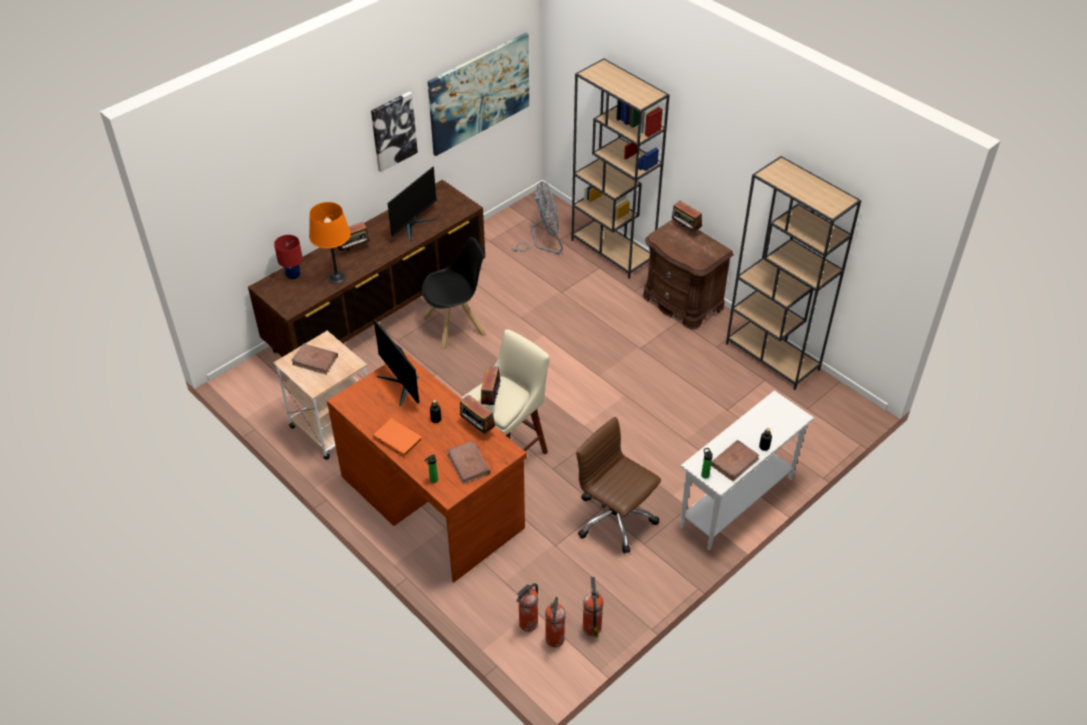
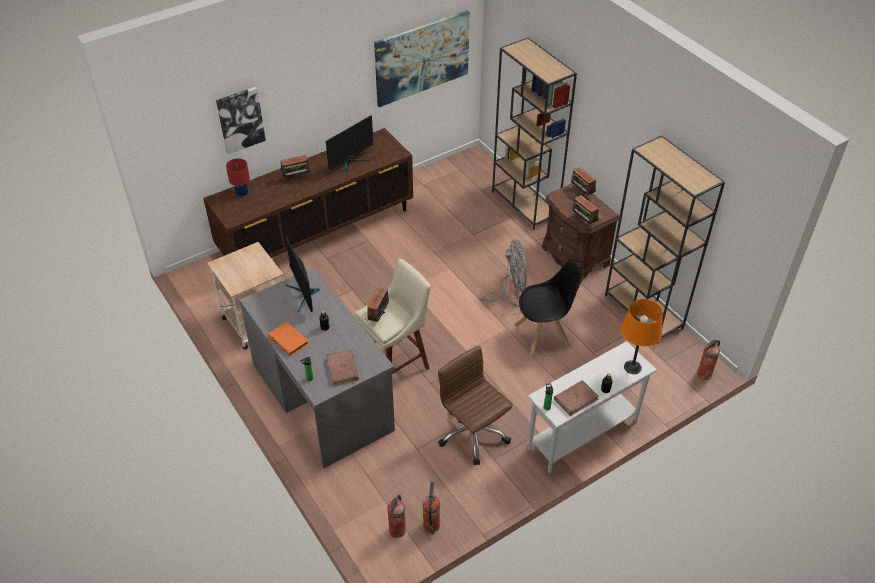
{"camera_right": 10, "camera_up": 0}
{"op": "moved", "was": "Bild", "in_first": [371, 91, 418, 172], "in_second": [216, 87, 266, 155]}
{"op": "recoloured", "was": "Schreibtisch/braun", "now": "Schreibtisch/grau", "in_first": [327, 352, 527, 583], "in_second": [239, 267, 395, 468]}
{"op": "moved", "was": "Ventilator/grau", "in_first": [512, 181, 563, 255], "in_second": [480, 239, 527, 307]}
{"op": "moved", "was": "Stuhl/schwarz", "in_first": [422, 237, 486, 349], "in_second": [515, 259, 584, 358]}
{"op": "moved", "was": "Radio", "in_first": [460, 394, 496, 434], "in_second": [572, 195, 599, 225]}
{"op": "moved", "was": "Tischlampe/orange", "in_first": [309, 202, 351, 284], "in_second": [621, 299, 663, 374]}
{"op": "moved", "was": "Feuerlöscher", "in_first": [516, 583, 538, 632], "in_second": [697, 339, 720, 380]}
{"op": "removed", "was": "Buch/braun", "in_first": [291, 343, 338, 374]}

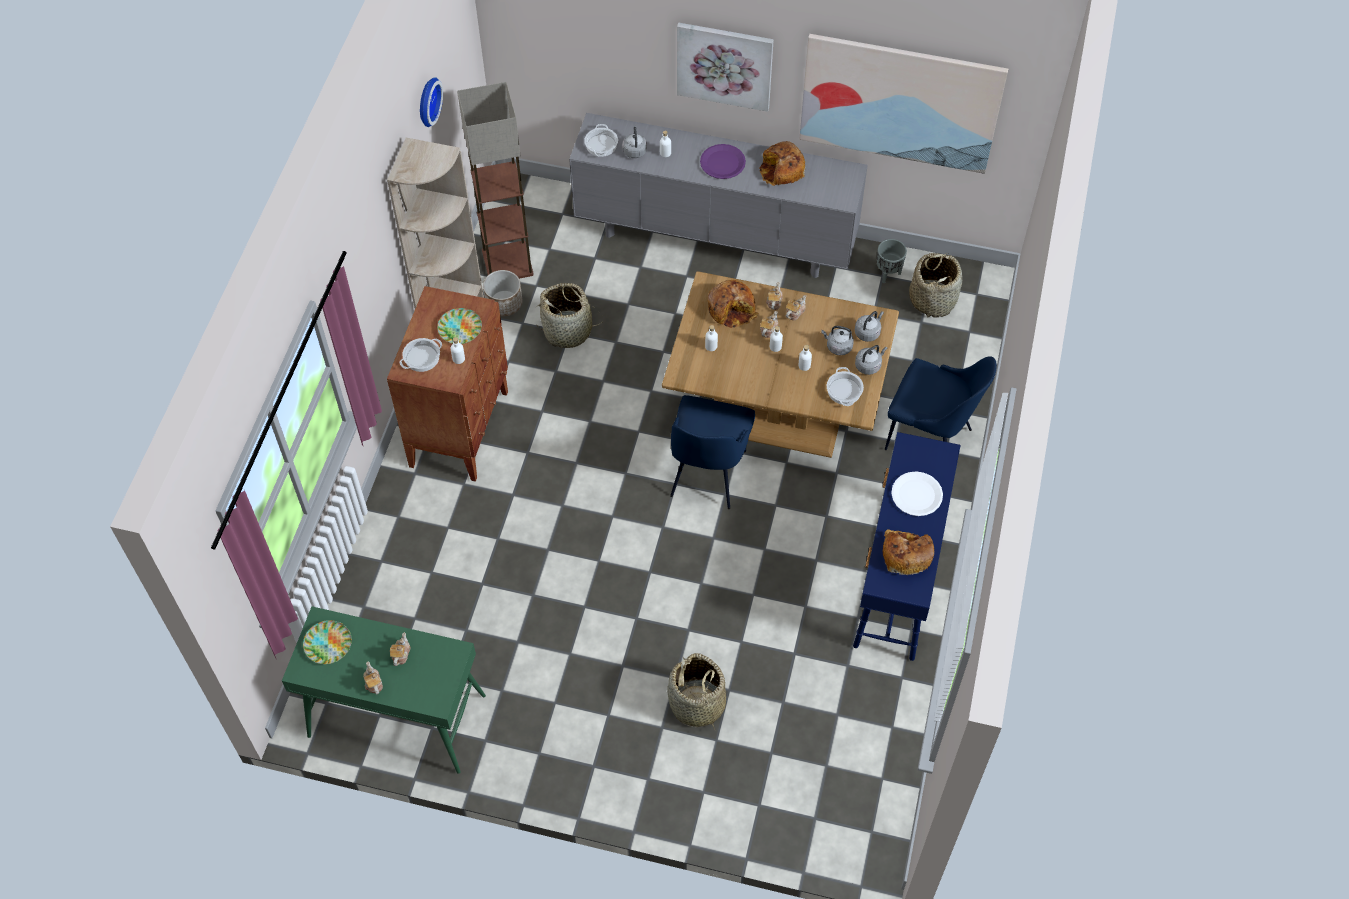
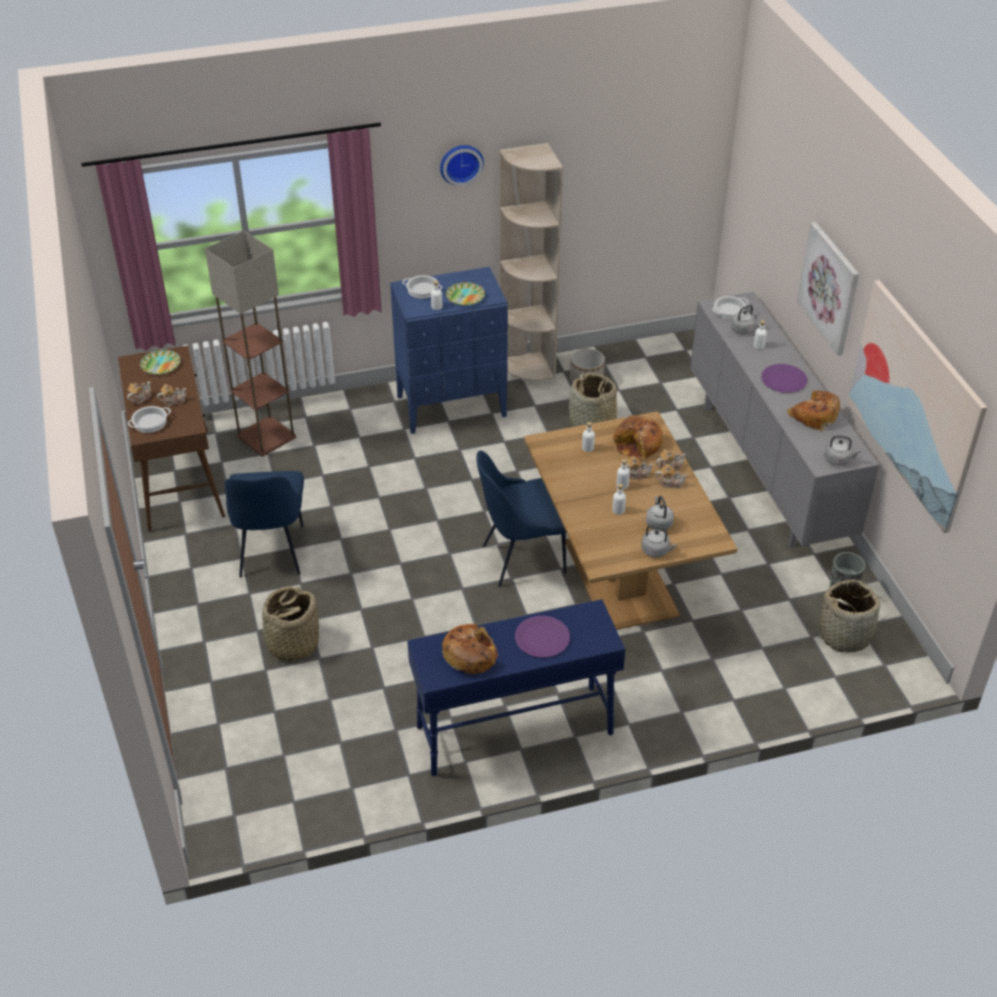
{"camera_right": 60, "camera_up": -15}
{"op": "recoloured", "was": "Konsolentisch/grün", "now": "Konsolentisch/braun", "in_first": [282, 606, 486, 774], "in_second": [118, 346, 225, 532]}
{"op": "moved", "was": "Kochtopf", "in_first": [827, 367, 864, 406], "in_second": [128, 406, 171, 433]}
{"op": "moved", "was": "Stehlampe", "in_first": [457, 82, 534, 279], "in_second": [205, 231, 296, 456]}
{"op": "moved", "was": "Stuhl/blau", "in_first": [885, 357, 997, 450], "in_second": [225, 471, 304, 578]}
{"op": "recoloured", "was": "Kommode/braun", "now": "Kommode/blau", "in_first": [387, 286, 508, 482], "in_second": [390, 267, 508, 434]}
{"op": "moved", "was": "Wanduhr", "in_first": [420, 77, 443, 127], "in_second": [440, 145, 484, 186]}
{"op": "recoloured", "was": "Teller/weiß", "now": "Teller/lila", "in_first": [891, 471, 943, 516], "in_second": [515, 616, 570, 658]}
{"op": "moved", "was": "Wasserkessel/grau", "in_first": [855, 311, 884, 342], "in_second": [824, 435, 861, 466]}

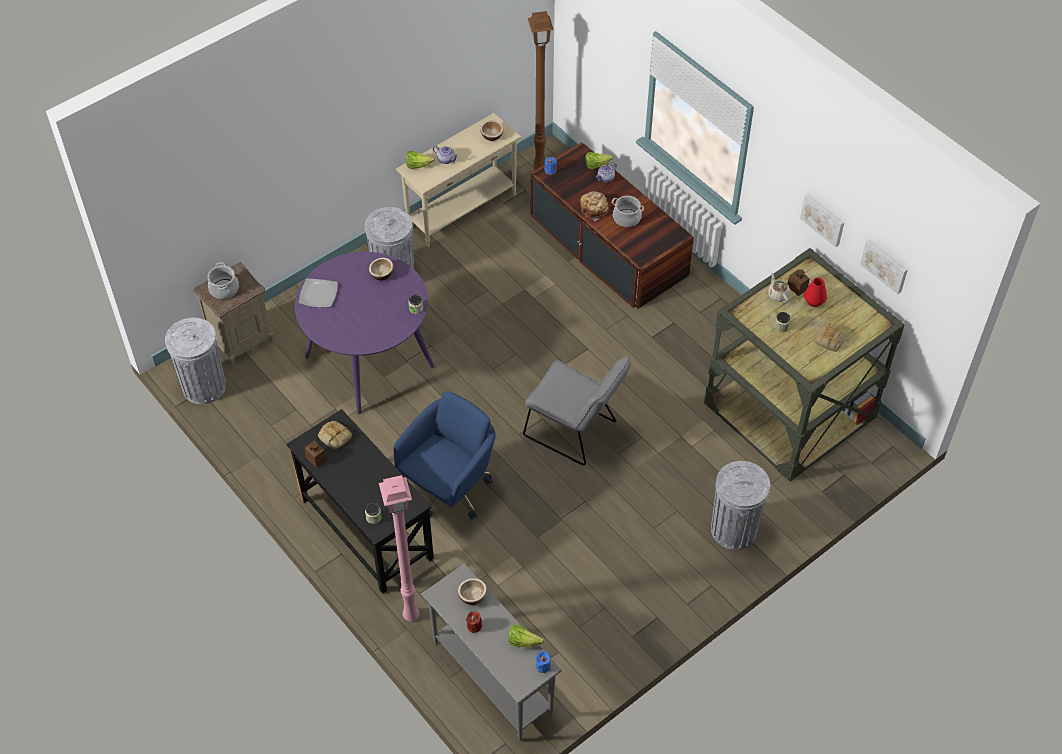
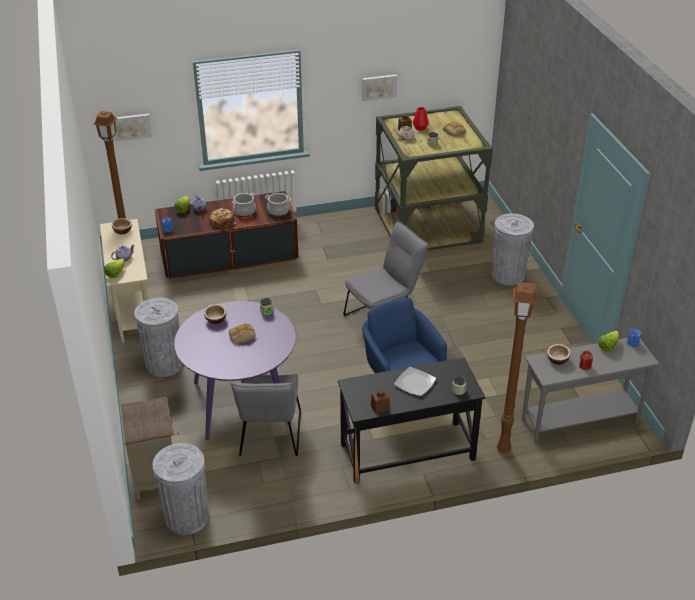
{"camera_right": -65, "camera_up": -15}
{"op": "moved", "was": "Bild", "in_first": [860, 239, 908, 294], "in_second": [114, 114, 152, 142]}
{"op": "moved", "was": "Brot", "in_first": [318, 421, 352, 449], "in_second": [229, 323, 256, 344]}
{"op": "added", "now": "Stuhl/grau", "in_second": [231, 374, 301, 456]}
{"op": "moved", "was": "Kochtopf", "in_first": [207, 262, 239, 299], "in_second": [265, 193, 291, 216]}
{"op": "moved", "was": "Teller", "in_first": [299, 278, 338, 308], "in_second": [394, 367, 436, 396]}
{"op": "recoloured", "was": "Stehlampe/rosa", "now": "Stehlampe/braun", "in_first": [379, 475, 419, 621], "in_second": [497, 282, 537, 454]}

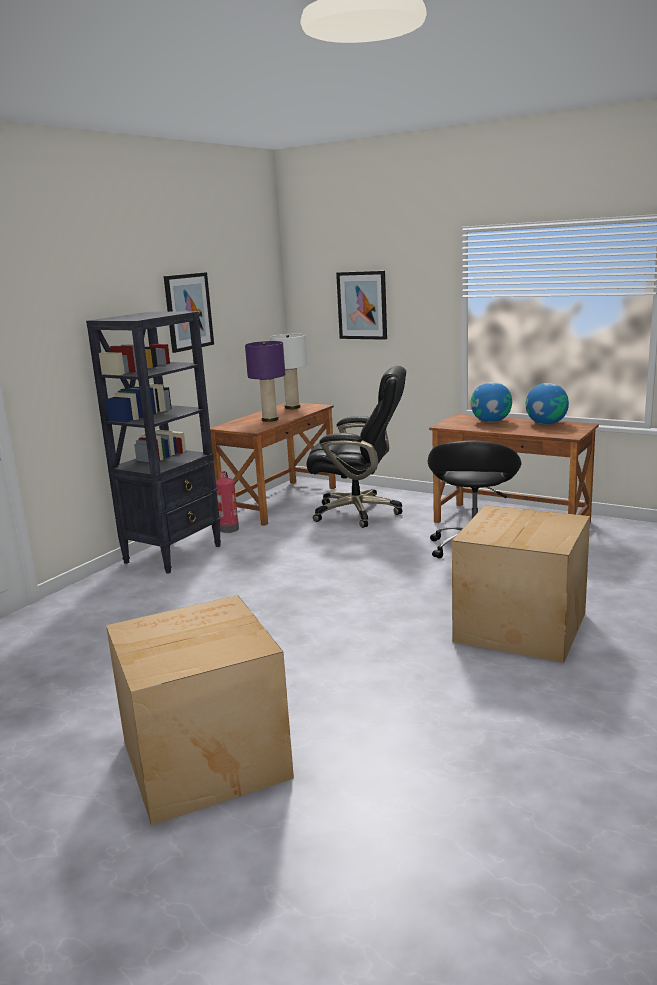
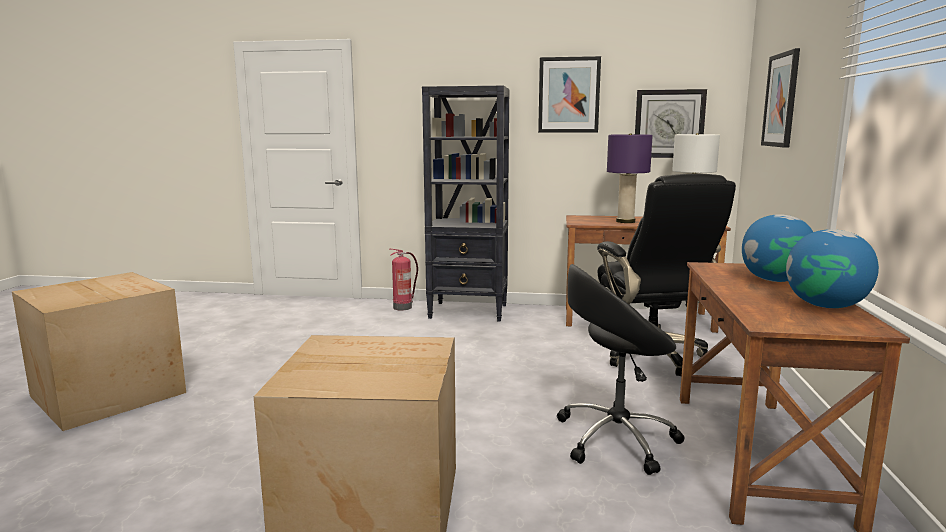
{"camera_right": 65, "camera_up": -5}
{"op": "moved", "was": "Feuerlöscher", "in_first": [216, 471, 239, 533], "in_second": [389, 249, 418, 310]}
{"op": "added", "now": "Wanduhr", "in_second": [635, 89, 707, 158]}

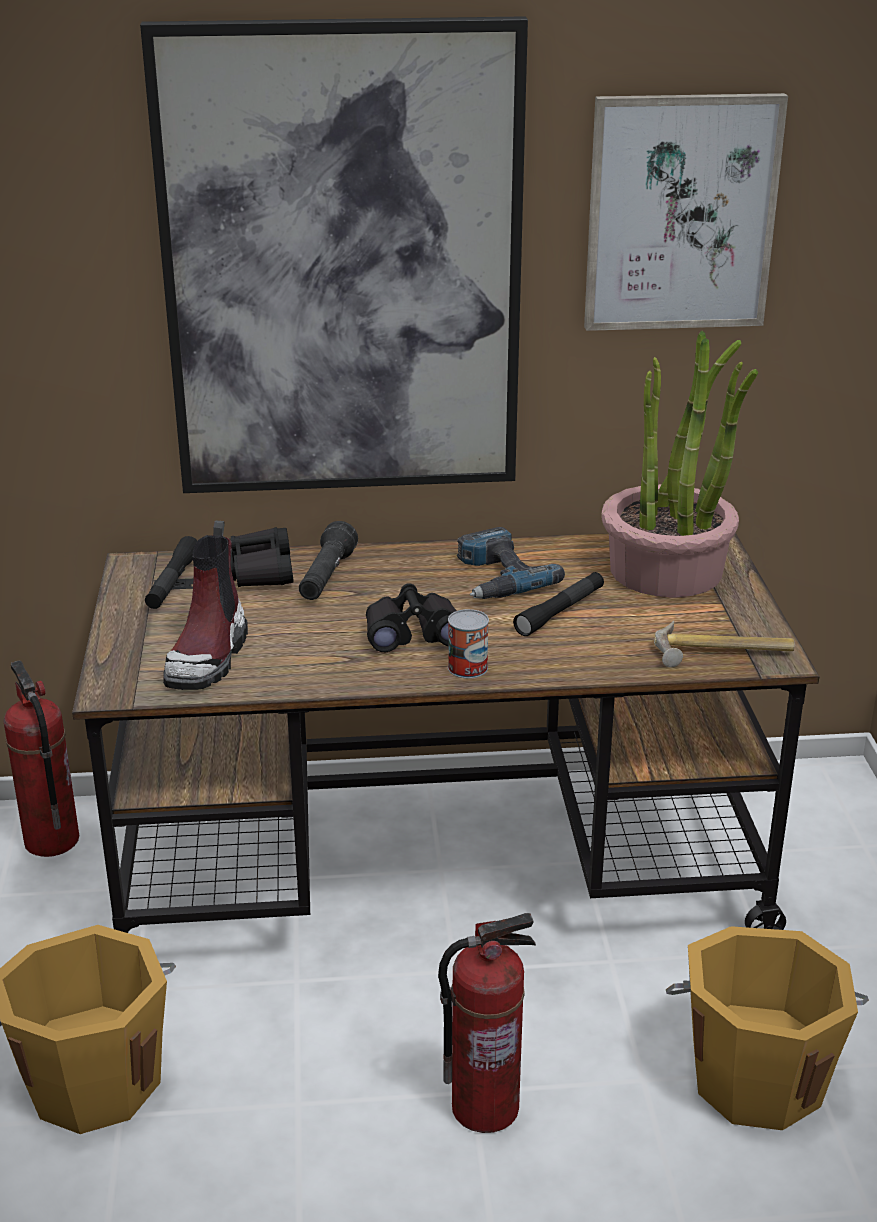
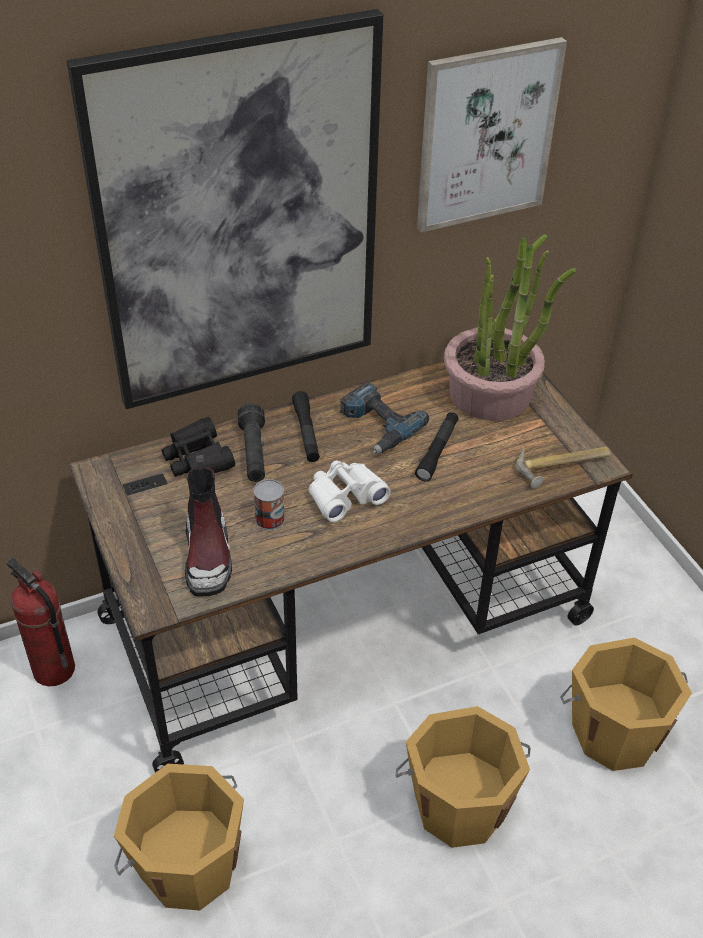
{"camera_right": -20, "camera_up": 15}
{"op": "moved", "was": "Dose", "in_first": [448, 609, 489, 679], "in_second": [253, 479, 285, 530]}
{"op": "moved", "was": "Taschenlampe/schwarz", "in_first": [145, 536, 198, 609], "in_second": [292, 391, 320, 462]}
{"op": "recoloured", "was": "Fernglas/schwarz", "now": "Fernglas/weiß", "in_first": [366, 583, 457, 652], "in_second": [308, 461, 391, 522]}
{"op": "replaced", "was": "Feuerlöscher", "now": "Eimer/orange", "in_first": [438, 913, 536, 1133], "in_second": [395, 706, 530, 848]}

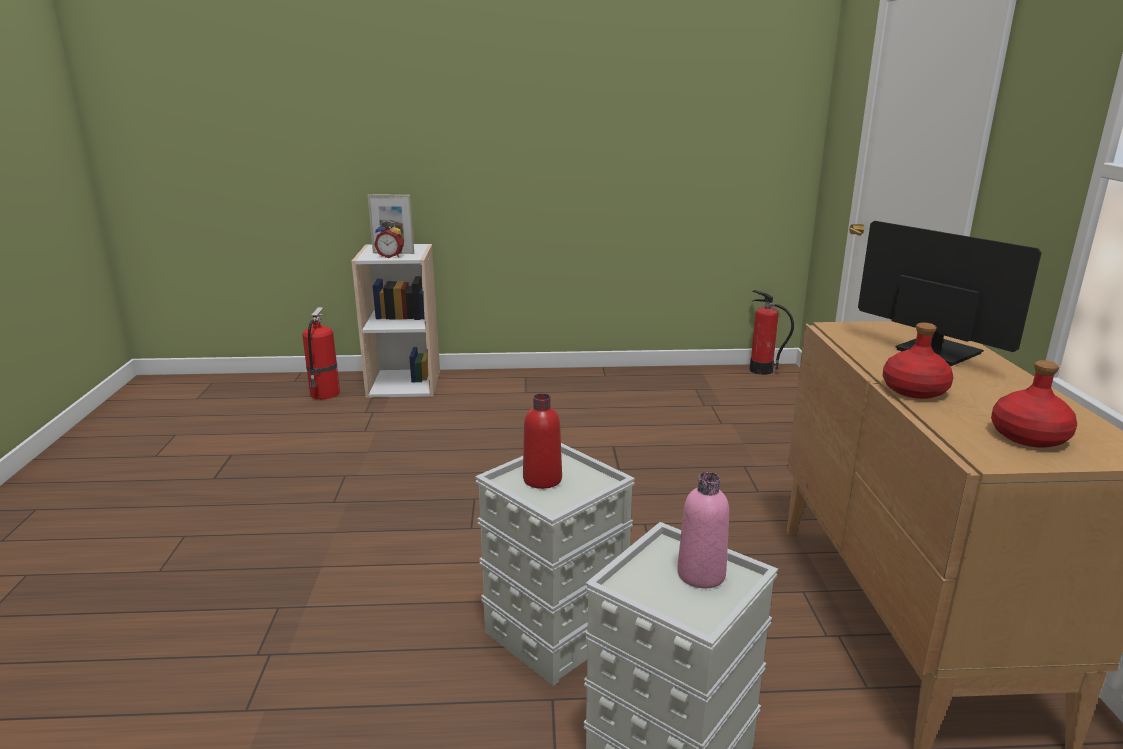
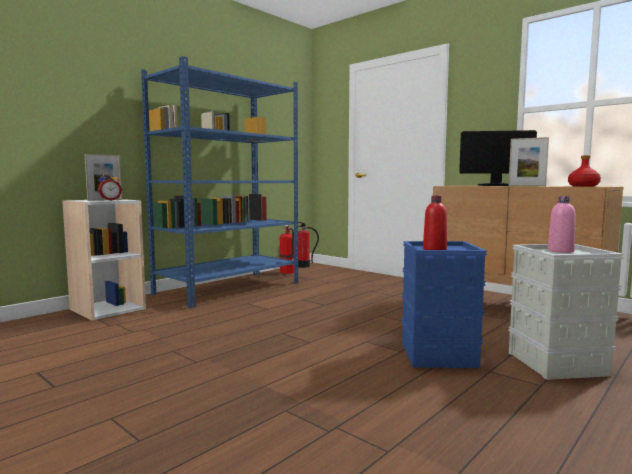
{"camera_right": -45, "camera_up": -15}
{"op": "added", "now": "Bücherregal/blau", "in_second": [141, 56, 298, 308]}
{"op": "moved", "was": "Feuerlöscher", "in_first": [302, 307, 340, 400], "in_second": [280, 225, 294, 274]}
{"op": "recoloured", "was": "Aufbewahrungsbox/grau", "now": "Aufbewahrungsbox/blau", "in_first": [475, 443, 635, 686], "in_second": [402, 241, 487, 368]}
{"op": "replaced", "was": "Flasche/rot", "now": "Bilderrahmen", "in_first": [883, 323, 954, 399], "in_second": [508, 137, 549, 186]}

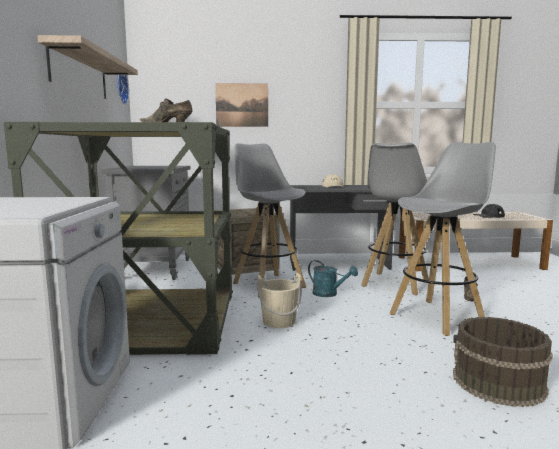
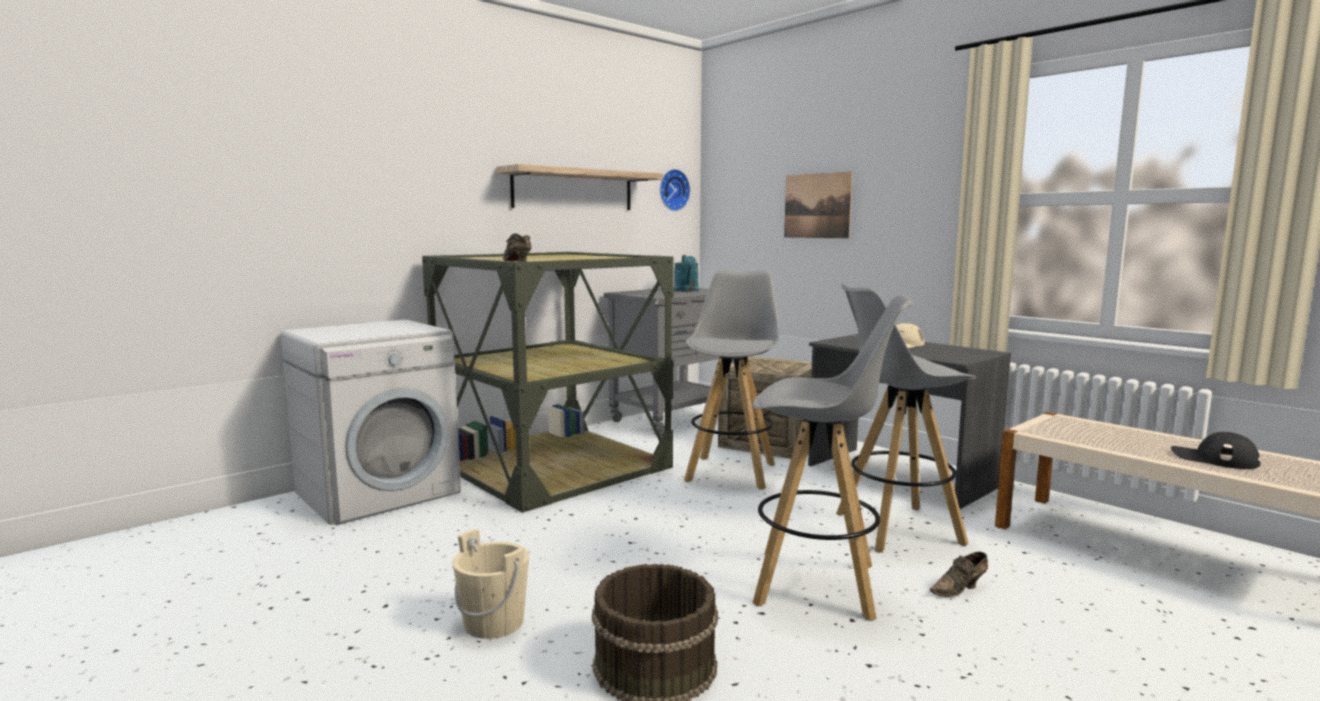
{"camera_right": 50, "camera_up": 0}
{"op": "moved", "was": "Eimer/beige", "in_first": [256, 273, 302, 328], "in_second": [453, 528, 529, 639]}
{"op": "moved", "was": "Gießkanne/türkis", "in_first": [308, 260, 358, 297], "in_second": [674, 255, 699, 292]}

